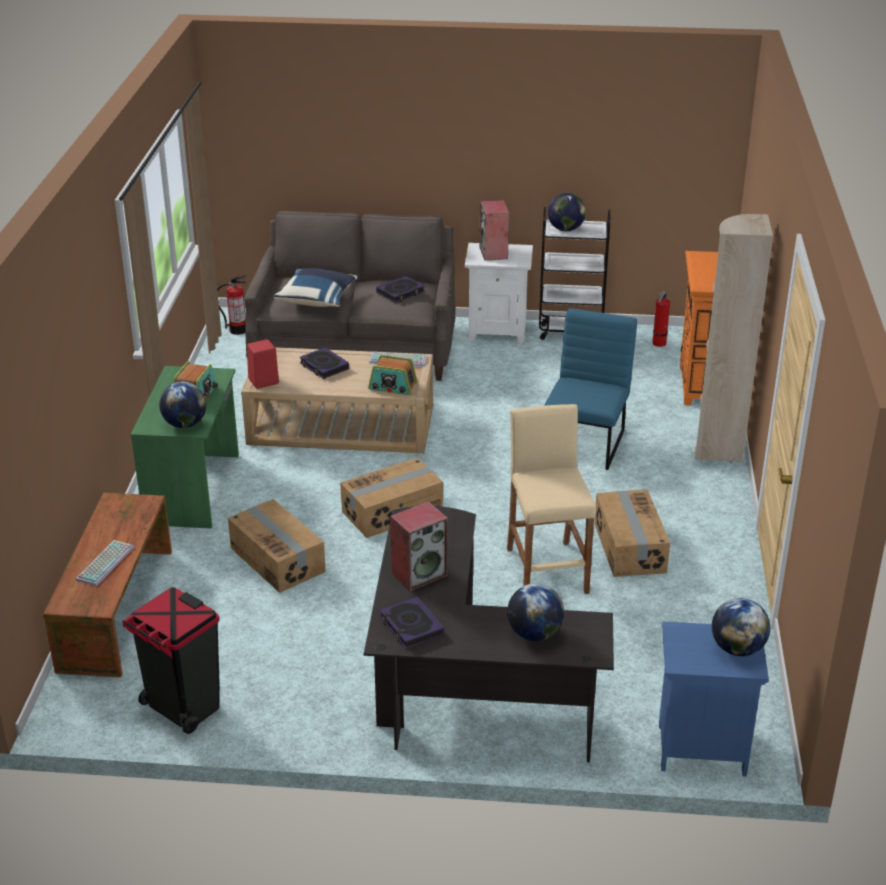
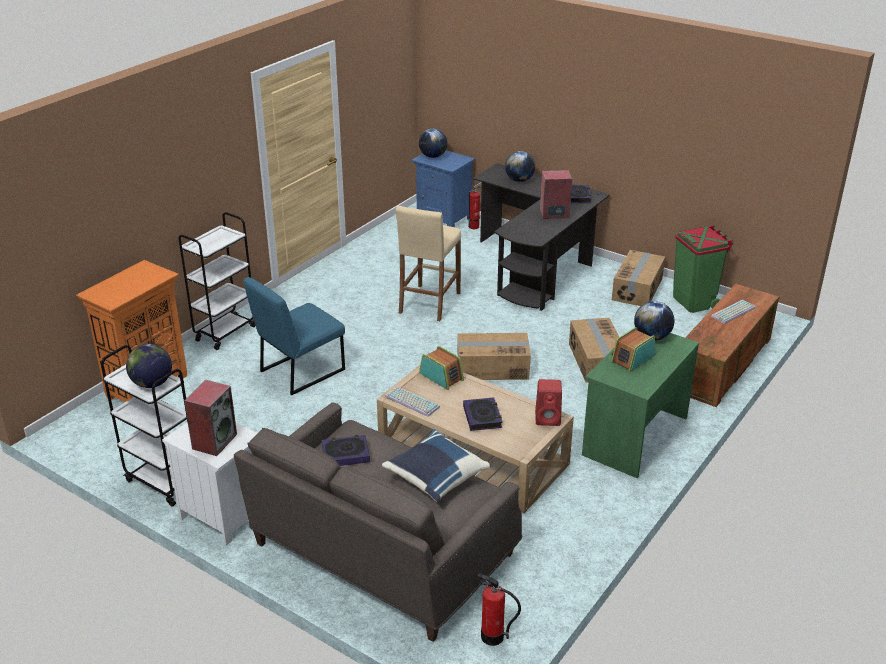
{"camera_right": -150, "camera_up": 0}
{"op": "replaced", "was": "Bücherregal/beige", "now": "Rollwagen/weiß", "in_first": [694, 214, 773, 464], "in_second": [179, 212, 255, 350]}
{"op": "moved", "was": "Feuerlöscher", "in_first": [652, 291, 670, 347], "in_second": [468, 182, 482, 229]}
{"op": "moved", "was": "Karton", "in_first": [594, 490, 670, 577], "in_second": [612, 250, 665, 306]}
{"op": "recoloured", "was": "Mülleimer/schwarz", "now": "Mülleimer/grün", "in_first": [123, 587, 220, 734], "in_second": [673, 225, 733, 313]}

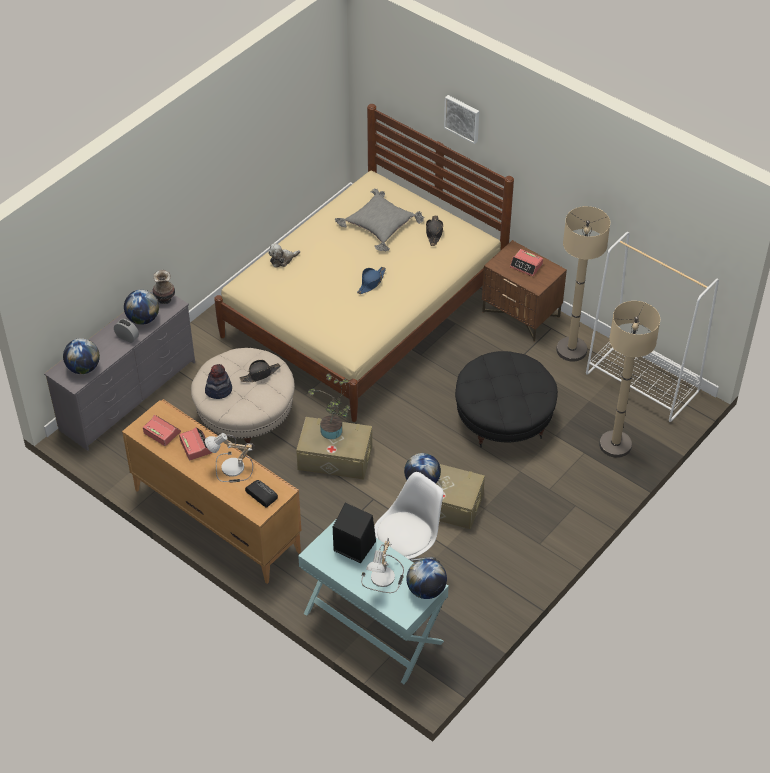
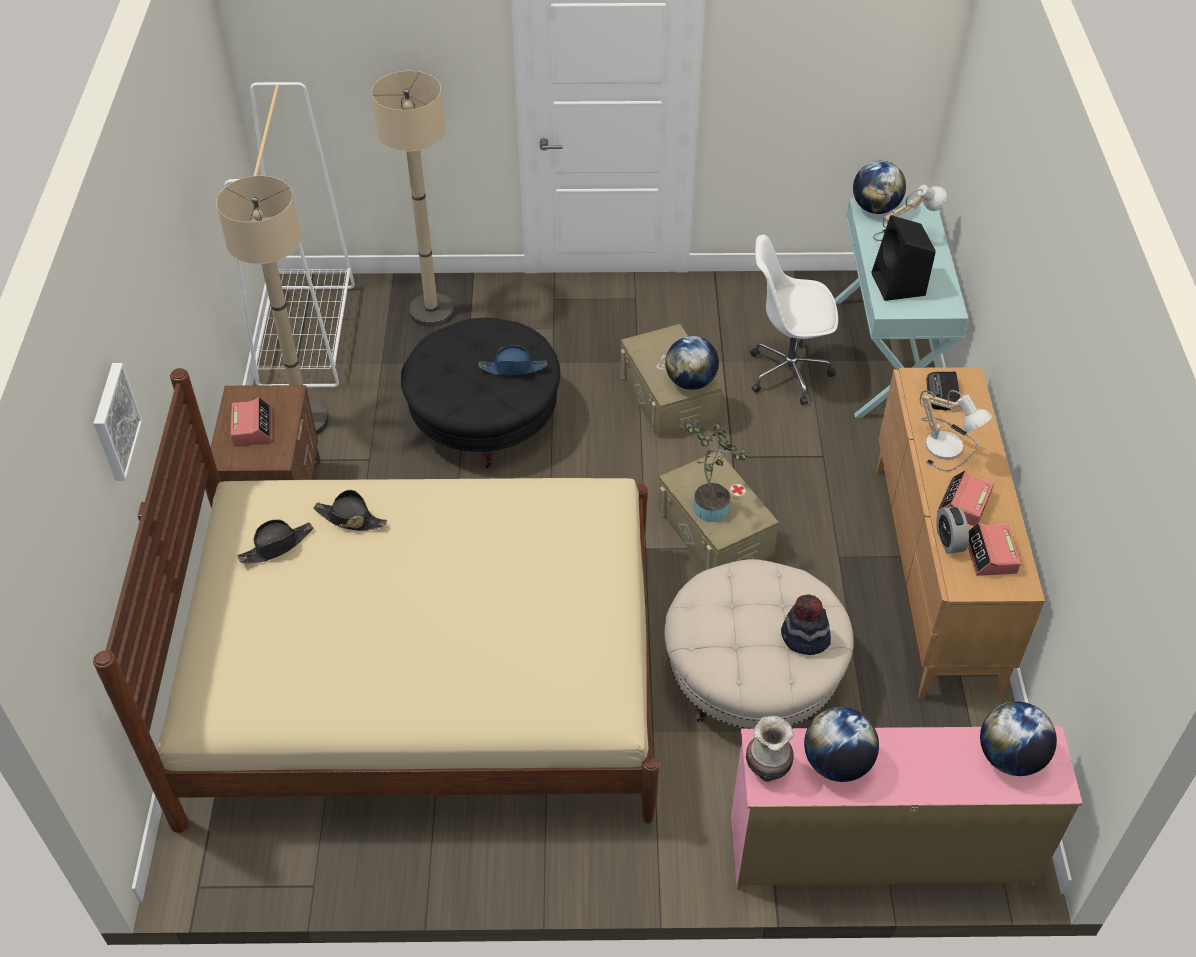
{"camera_right": -130, "camera_up": 0}
{"op": "moved", "was": "Hut/schwarz", "in_first": [240, 360, 280, 382], "in_second": [313, 490, 387, 531]}
{"op": "moved", "was": "Hut/blau", "in_first": [357, 267, 386, 294], "in_second": [479, 345, 548, 375]}
{"op": "recoloured", "was": "Kommode/grau", "now": "Kommode/rosa", "in_first": [44, 290, 195, 451], "in_second": [731, 726, 1083, 889]}
{"op": "moved", "was": "Wecker", "in_first": [114, 319, 139, 343], "in_second": [936, 506, 969, 554]}
{"op": "removed", "was": "Plüschtier", "in_first": [268, 243, 300, 268]}
{"op": "removed", "was": "Kissen/grau", "in_first": [335, 189, 424, 251]}

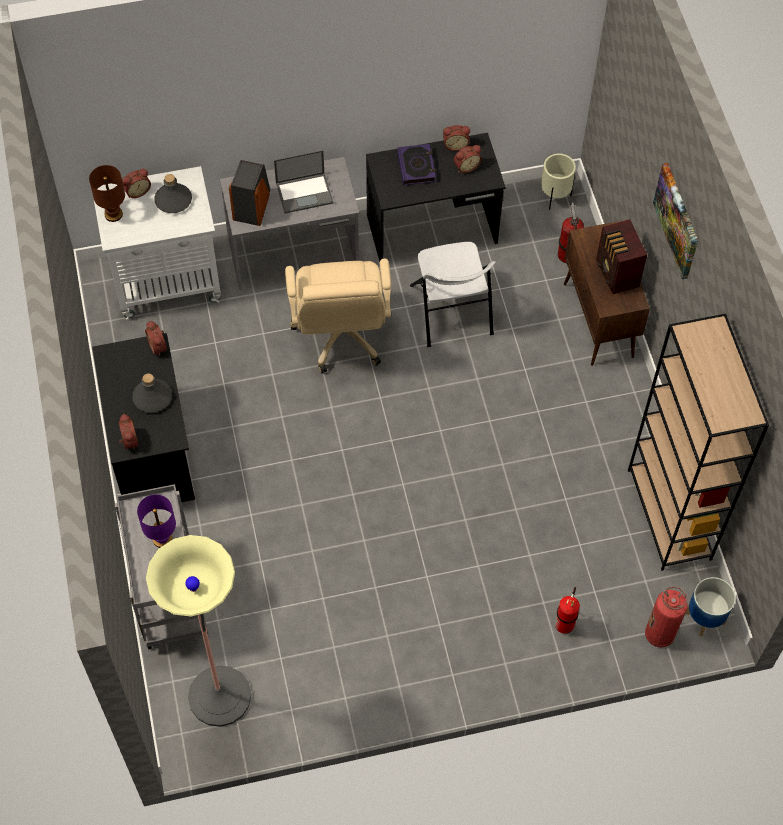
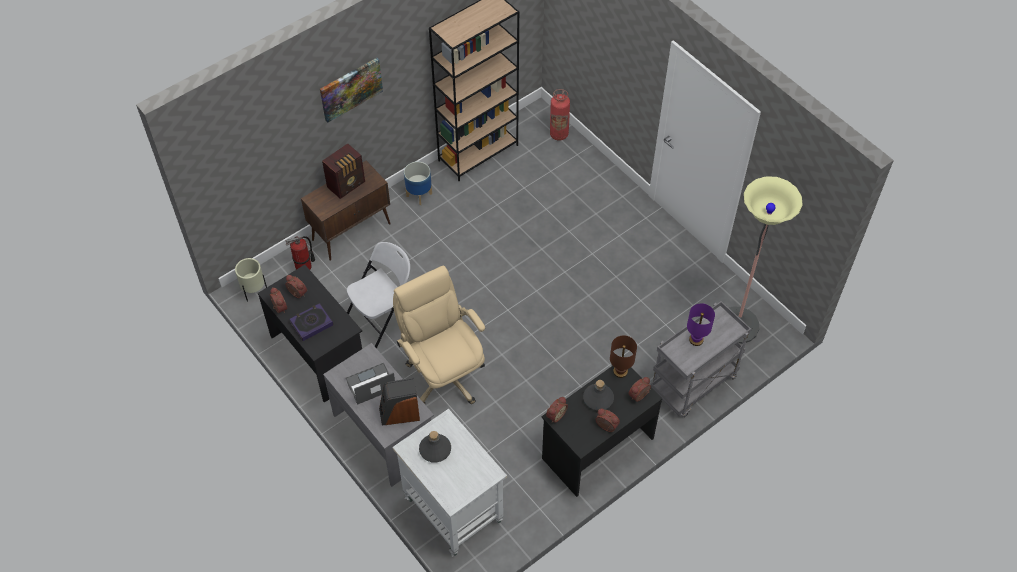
{"camera_right": -115, "camera_up": -5}
{"op": "turned", "was": "Laptop", "in_first": [274, 150, 334, 214], "in_second": [345, 363, 395, 405], "clockwise": -75}
{"op": "turned", "was": "Bürostuhl/beige", "in_first": [285, 258, 391, 373], "in_second": [393, 266, 485, 404], "clockwise": -90}
{"op": "moved", "was": "Pflanzkübel", "in_first": [685, 577, 736, 637], "in_second": [404, 162, 432, 205]}
{"op": "moved", "was": "Wecker", "in_first": [122, 169, 151, 198], "in_second": [595, 409, 620, 432]}
{"op": "moved", "was": "Tischlampe/braun", "in_first": [89, 165, 125, 222], "in_second": [610, 336, 637, 378]}
{"op": "removed", "was": "Feuerlöscher", "in_first": [555, 587, 580, 634]}

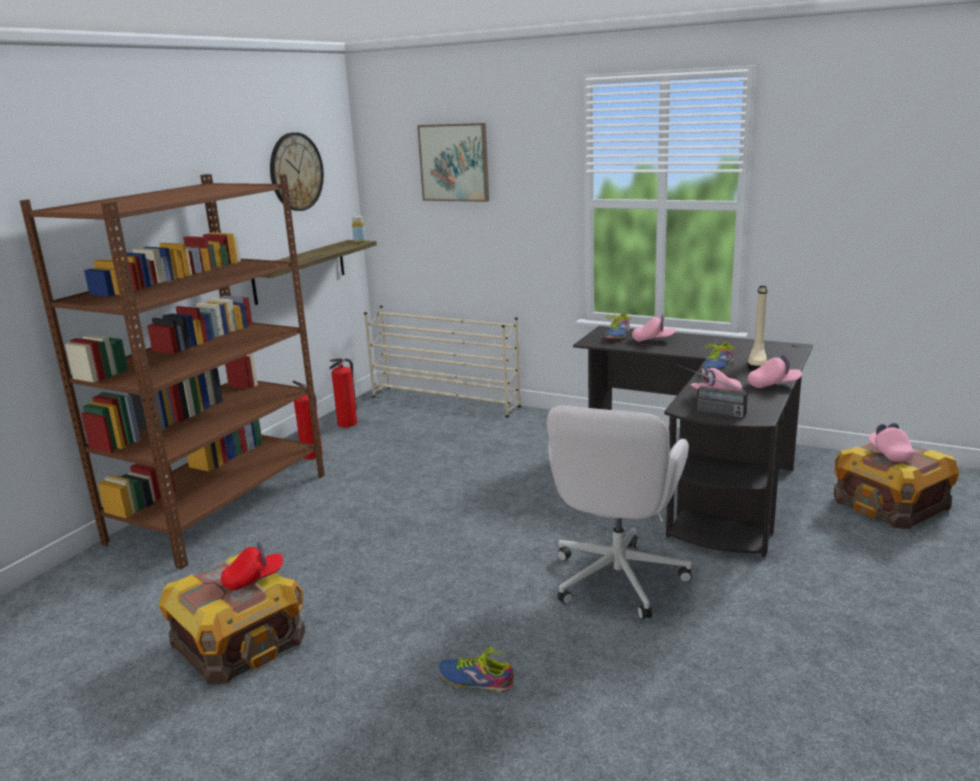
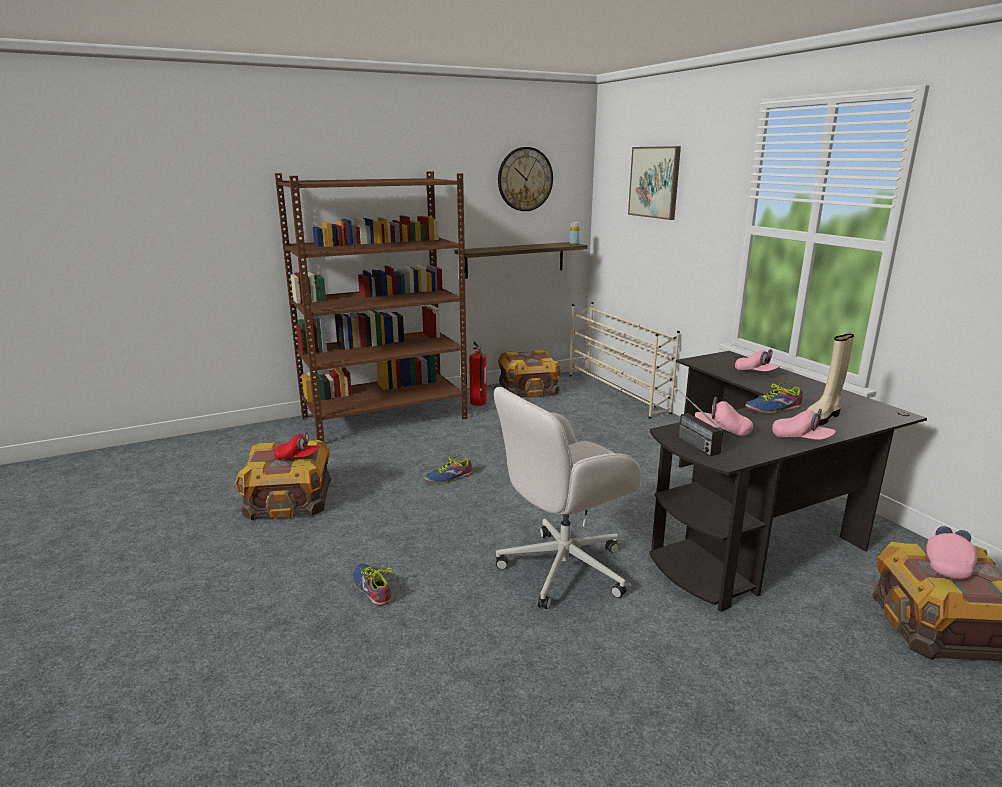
{"camera_right": 35, "camera_up": 0}
{"op": "moved", "was": "Schuh", "in_first": [605, 313, 631, 339], "in_second": [425, 454, 472, 483]}
{"op": "replaced", "was": "Feuerlöscher", "now": "Kiste", "in_first": [329, 358, 357, 427], "in_second": [498, 350, 561, 398]}

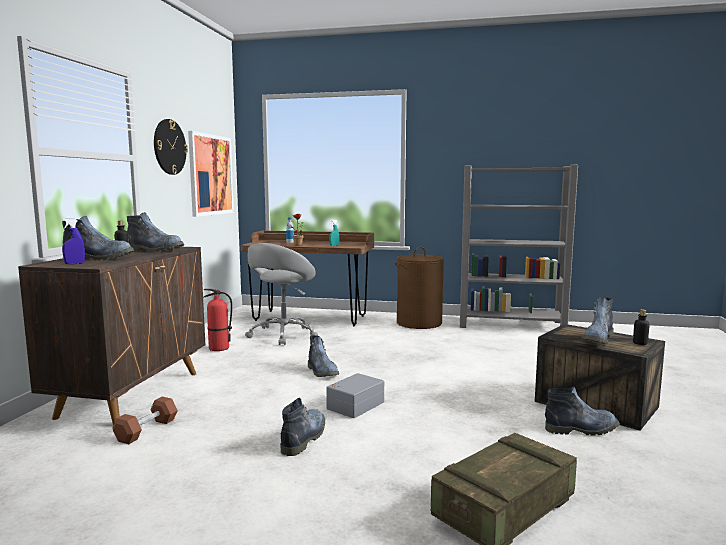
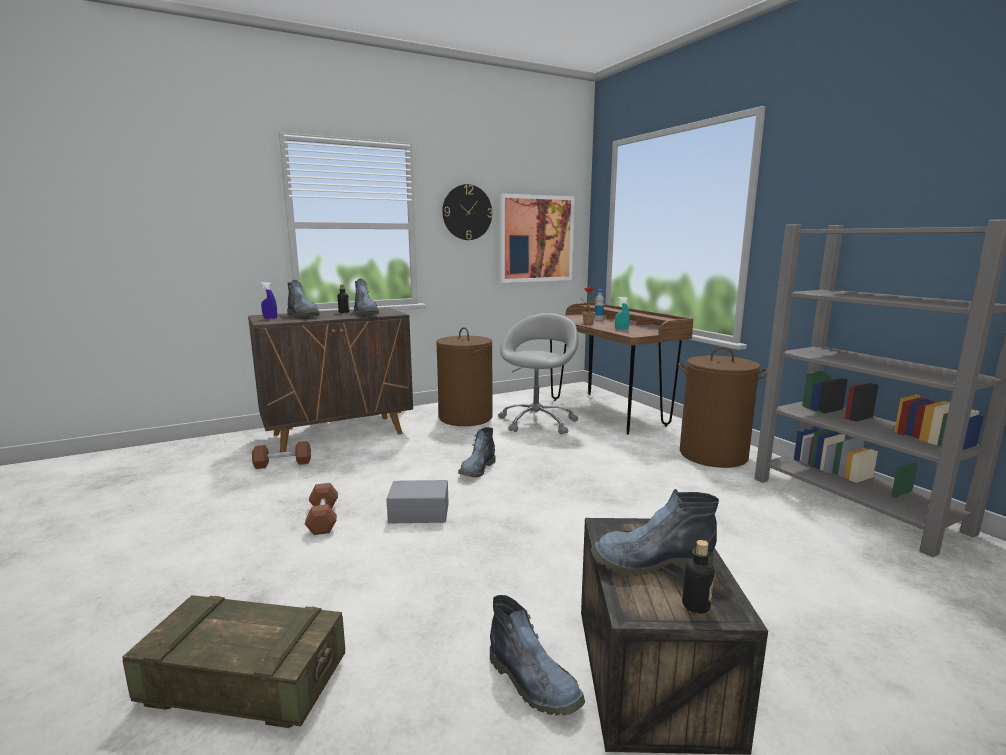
{"camera_right": 50, "camera_up": 5}
{"op": "replaced", "was": "Stiefel", "now": "Hantel/braun", "in_first": [280, 398, 325, 456], "in_second": [305, 483, 338, 535]}
{"op": "replaced", "was": "Feuerlöscher", "now": "Wäschekorb/braun", "in_first": [203, 289, 232, 351], "in_second": [436, 327, 493, 426]}
{"op": "turned", "was": "Bürostuhl/grau", "in_first": [245, 243, 318, 345], "in_second": [498, 313, 578, 434], "clockwise": 135}

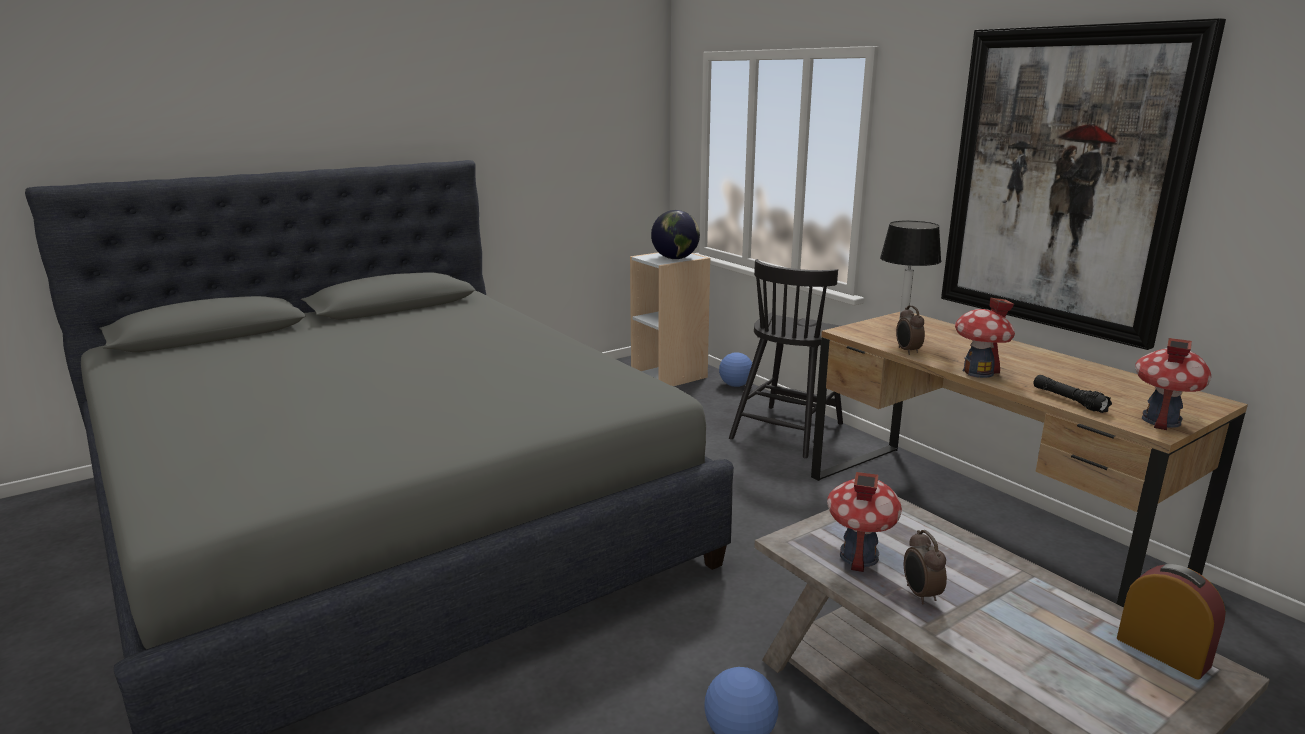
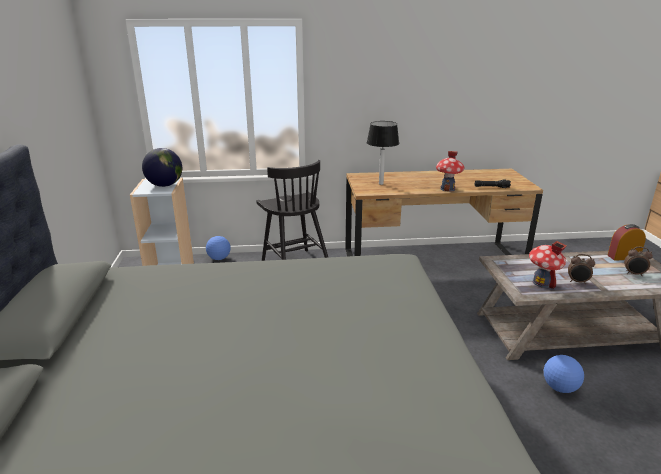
{"camera_right": -60, "camera_up": 5}
{"op": "moved", "was": "Wecker", "in_first": [896, 305, 925, 355], "in_second": [624, 247, 653, 276]}
{"op": "removed", "was": "Bild", "in_first": [941, 18, 1226, 350]}
{"op": "removed", "was": "Spielzeughaus", "in_first": [1135, 338, 1211, 430]}

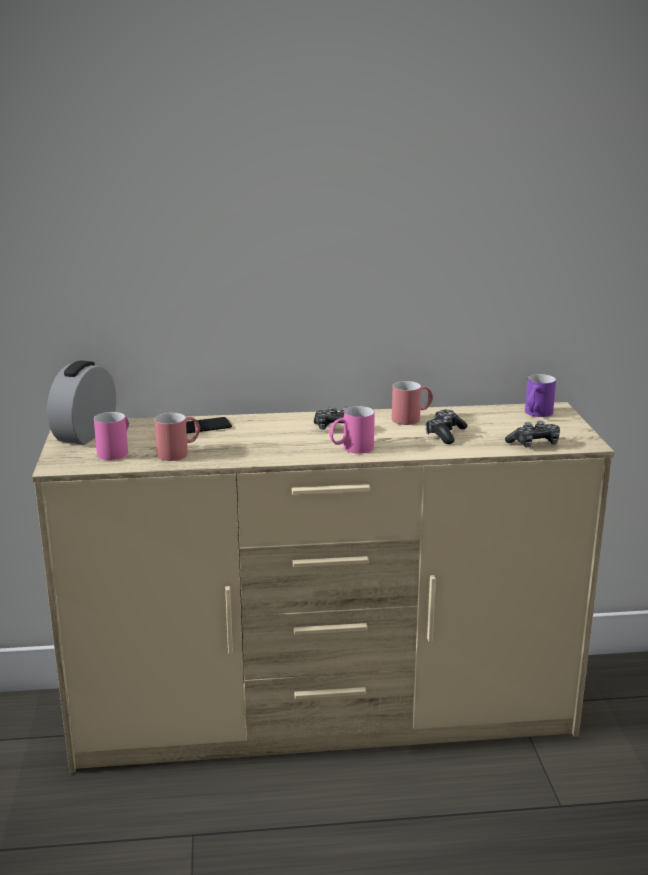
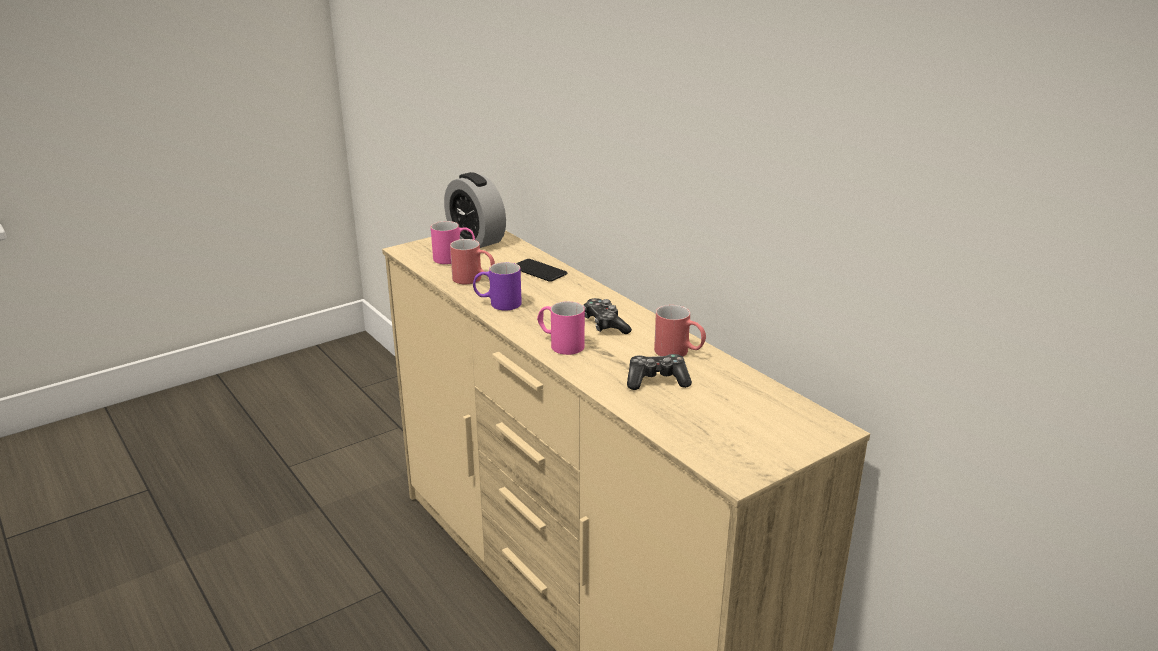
{"camera_right": 60, "camera_up": 5}
{"op": "turned", "was": "Wecker", "in_first": [47, 360, 116, 445], "in_second": [444, 172, 506, 248], "clockwise": -120}
{"op": "moved", "was": "Henkelbecher/lila", "in_first": [525, 374, 556, 417], "in_second": [473, 262, 522, 310]}
{"op": "removed", "was": "Gamepad", "in_first": [505, 421, 560, 448]}

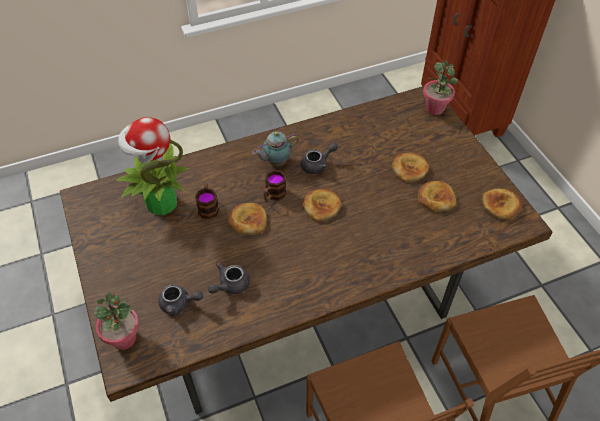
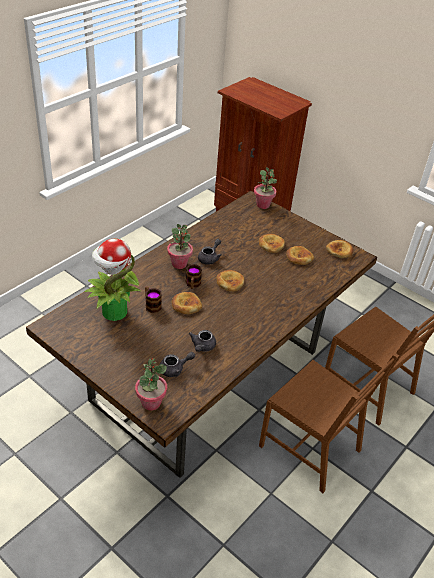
{"camera_right": -30, "camera_up": -10}
{"op": "replaced", "was": "Teekanne", "now": "Topfpflanze", "in_first": [253, 131, 299, 166], "in_second": [167, 224, 193, 269]}

